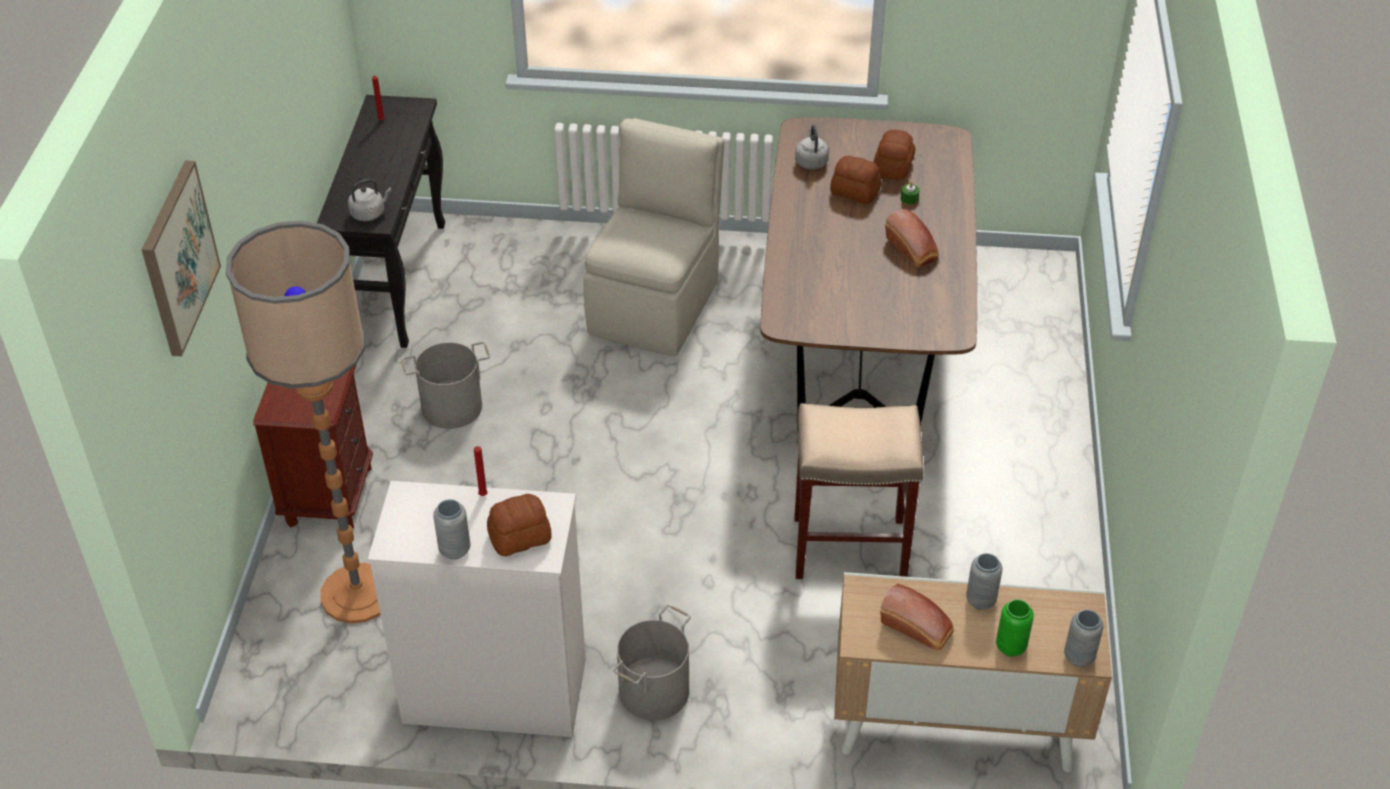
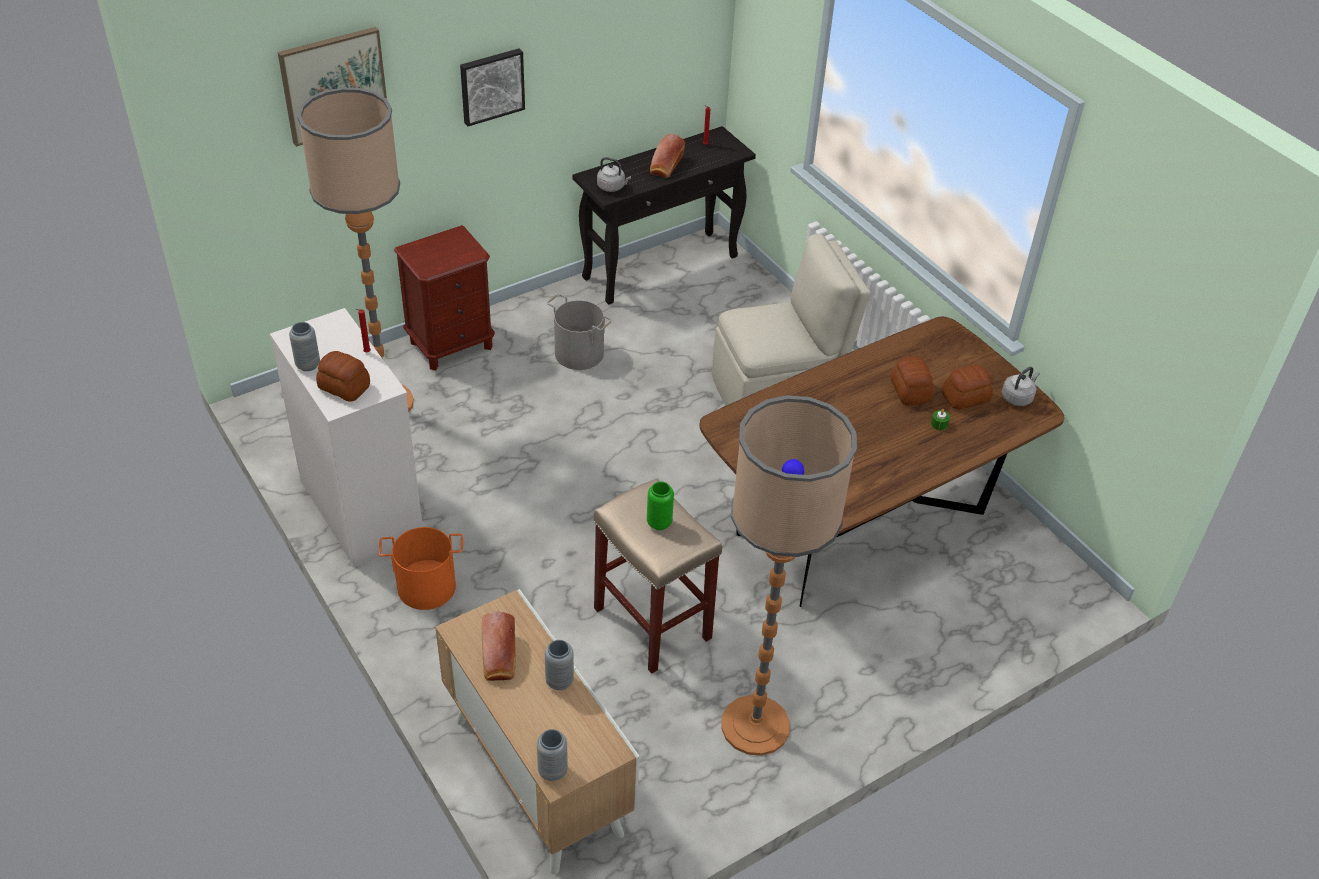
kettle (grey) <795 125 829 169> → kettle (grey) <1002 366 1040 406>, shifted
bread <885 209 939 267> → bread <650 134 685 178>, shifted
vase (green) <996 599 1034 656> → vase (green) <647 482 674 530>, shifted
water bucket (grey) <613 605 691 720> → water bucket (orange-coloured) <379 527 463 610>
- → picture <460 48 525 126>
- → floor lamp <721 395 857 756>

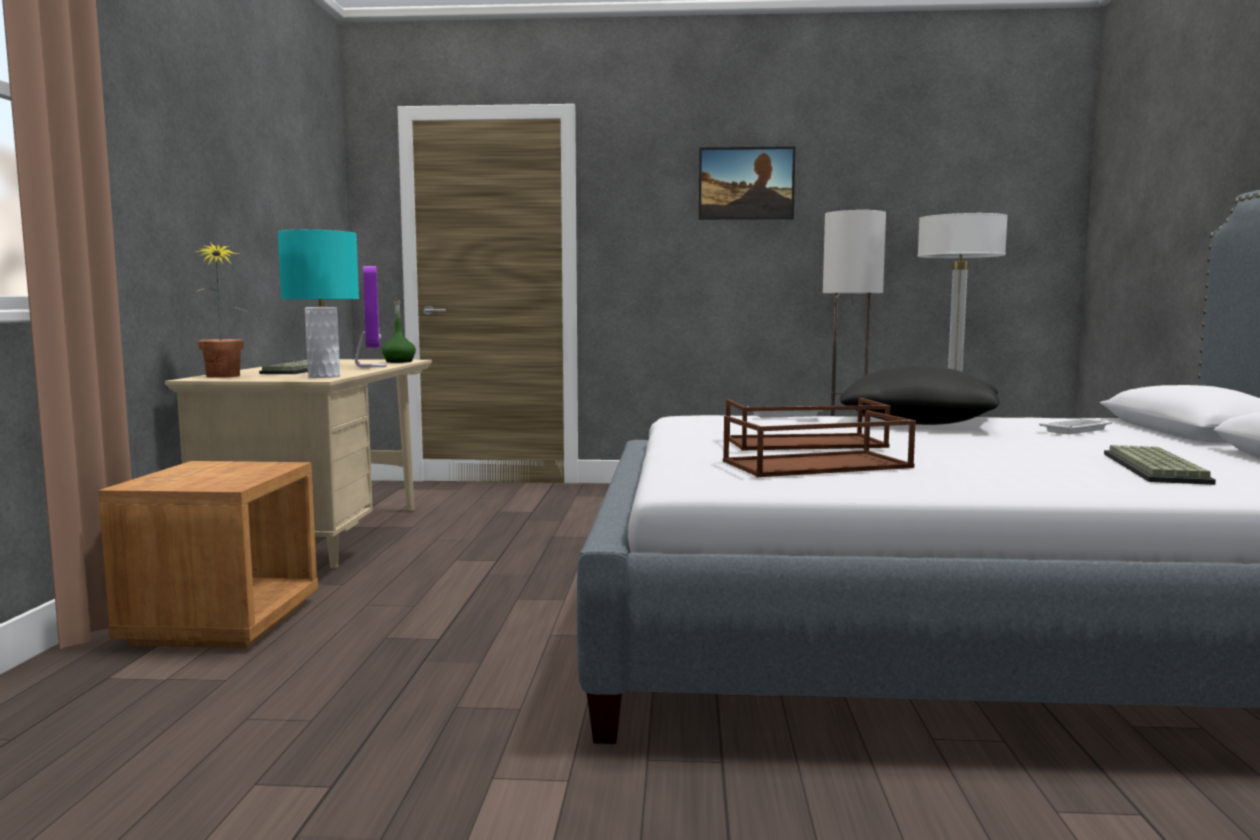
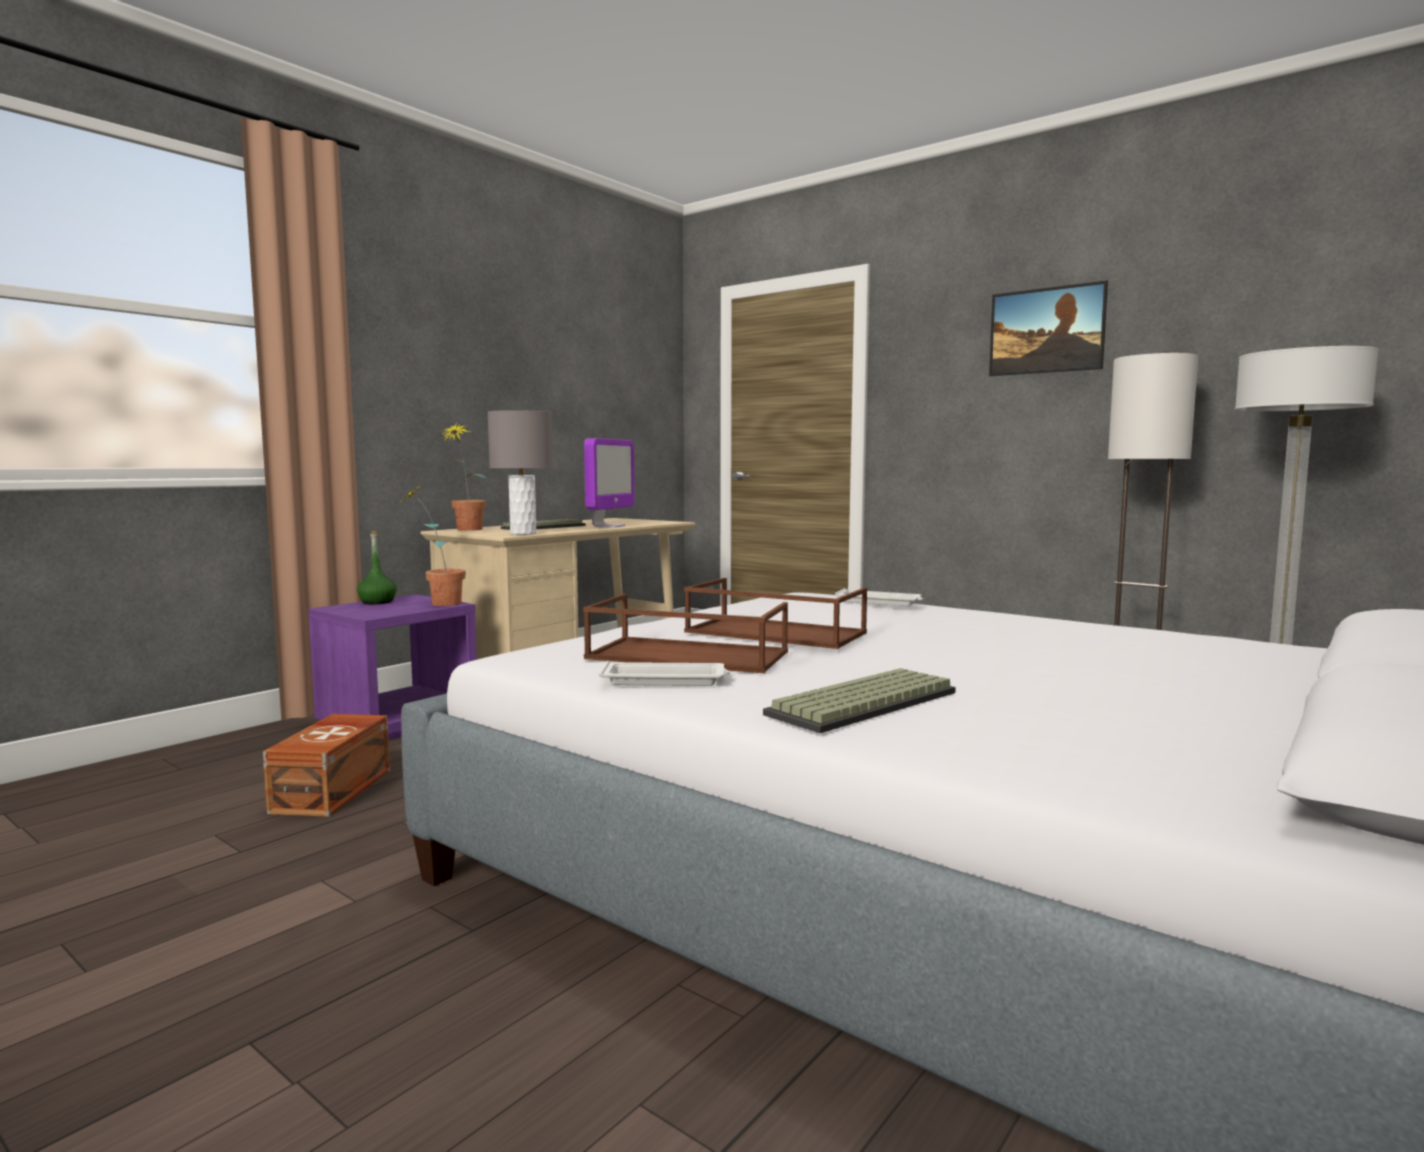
lamp for a table (turquoise) <278 230 359 378> → lamp for a table (grey) <488 410 553 535>
bottle (green) <382 299 416 363> → bottle (green) <357 531 397 604>, shifted
cushion (black) <840 365 999 425> → -
tray (white) <1039 419 1112 434> → tray (white) <599 661 730 686>, shifted
computer keyboard <1104 445 1216 485> → computer keyboard <763 668 956 733>, shifted
night table (brown-coloured) <99 461 318 648> → night table (purple-coloured) <308 594 477 740>
- → potted plant <401 486 465 606>
- → storage container (brown-coloured) <263 714 390 817>

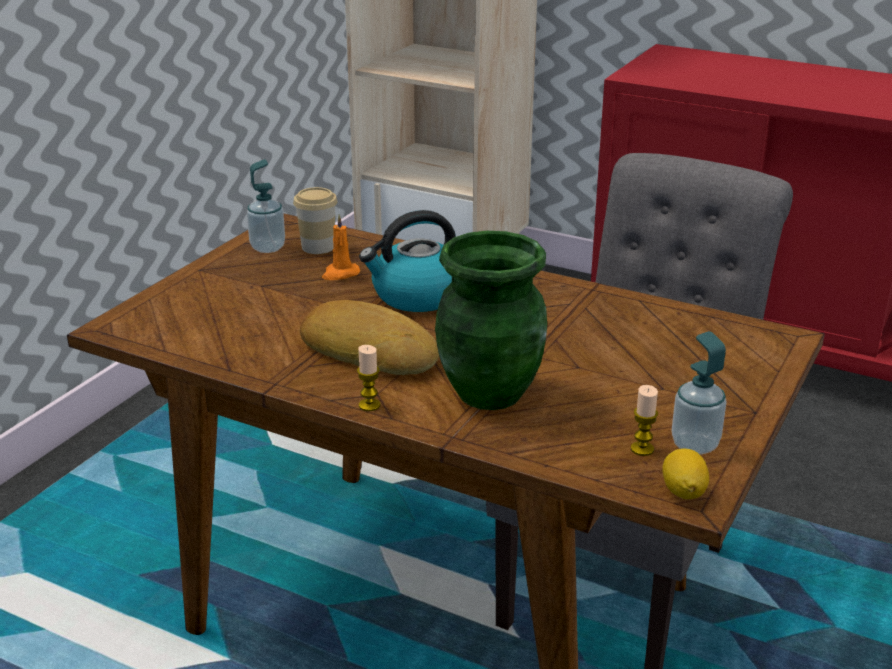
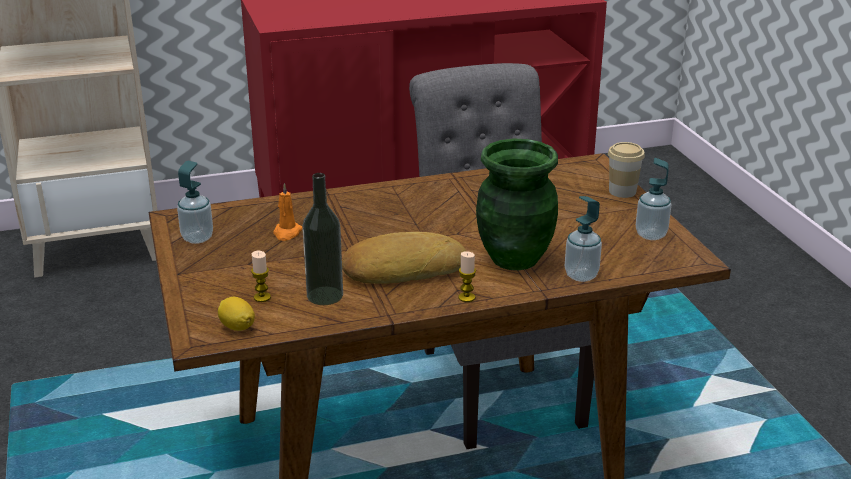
small cup <293 187 337 254> → small cup <608 142 645 198>, shifted
kettle <359 210 456 312> → -
candle <631 385 658 456> → candle <251 251 271 302>, shifted
lemon <662 448 709 499> → lemon <218 297 255 331>, shifted
- → bottle <302 173 343 305>
- → soap dispenser <565 196 602 282>

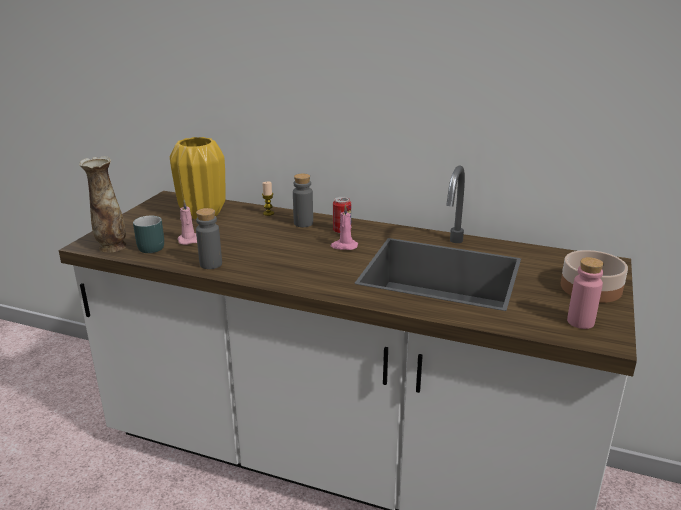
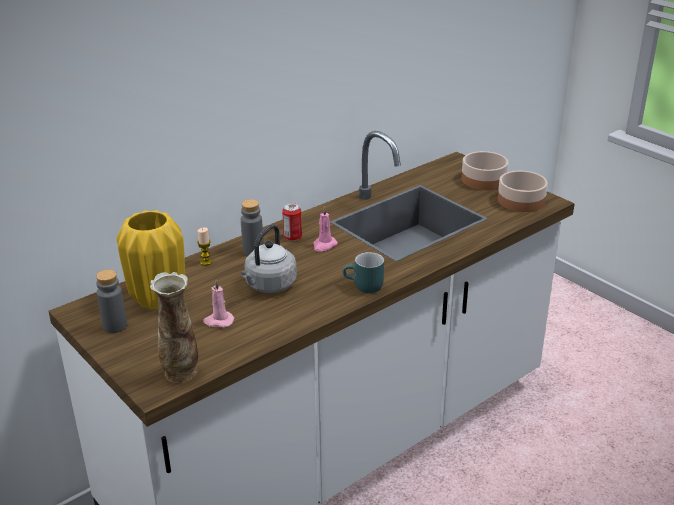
bottle (grey) <196 208 222 269> → bottle (grey) <96 270 127 333>, shifted
tea mug (turquoise) <133 216 164 253> → tea mug (turquoise) <343 252 384 293>, shifted
bottle (pink) <567 257 604 329> → deep dish <498 171 548 212>
- → kettle (grey) <241 224 297 293>

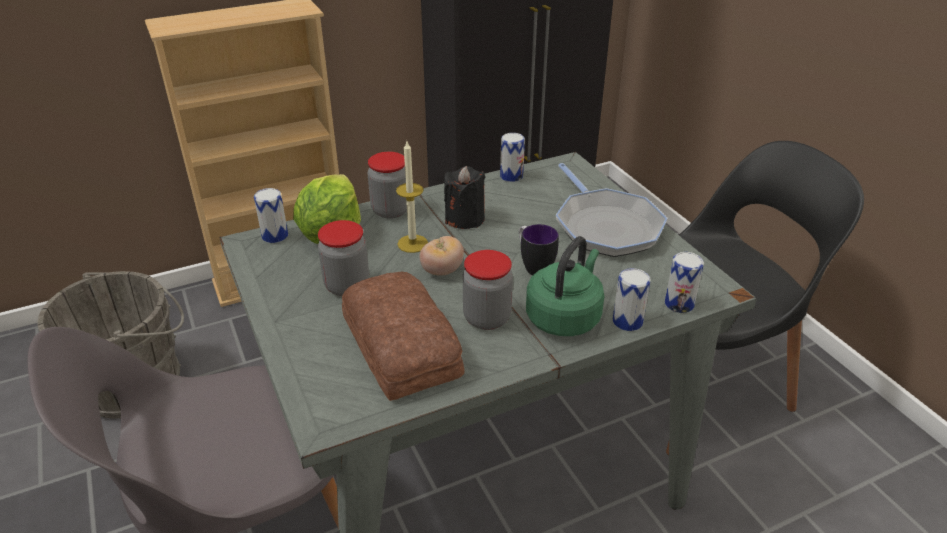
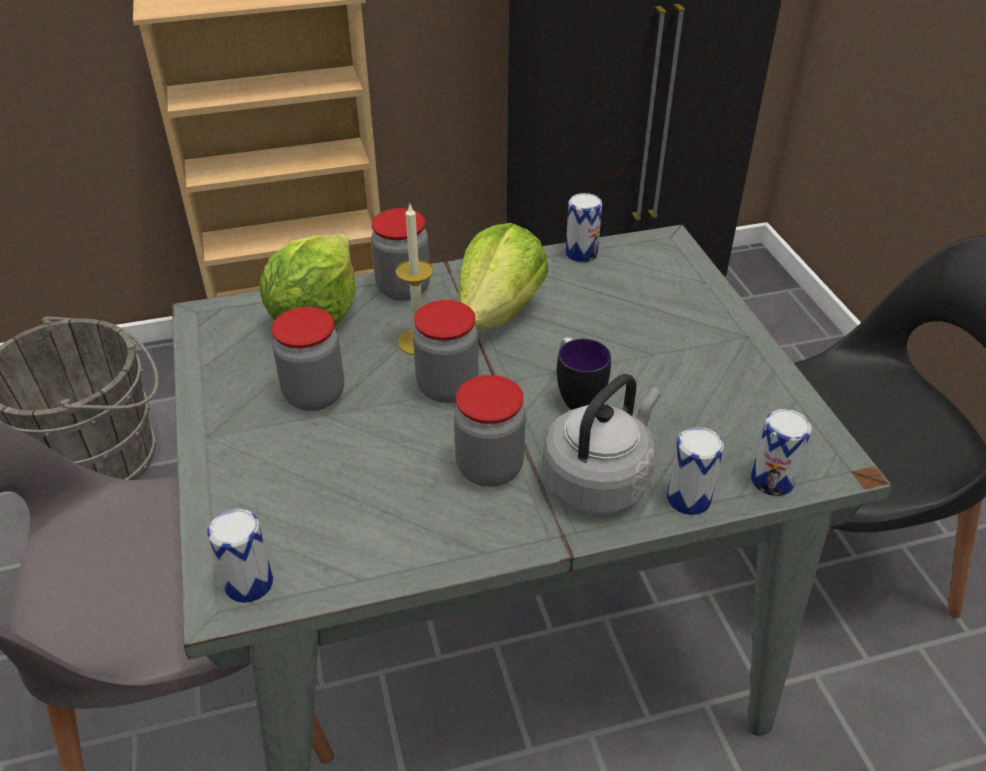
frying pan <556 163 668 257> → -
candle (black) <444 166 485 229> → lettuce head <458 223 549 331>
metal can <254 188 288 243> → metal can <207 508 273 603>, shifted
whole tomato <419 236 464 275> → storage jar <413 300 478 403>
kettle (green) <526 236 604 336> → kettle (grey) <542 374 661 514>
bread <342 272 464 401> → -

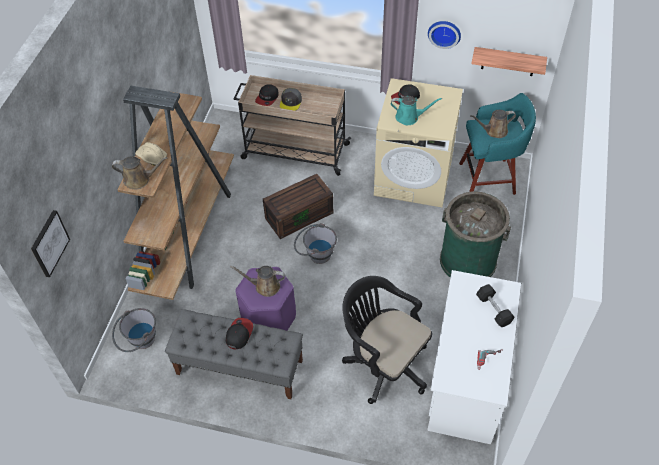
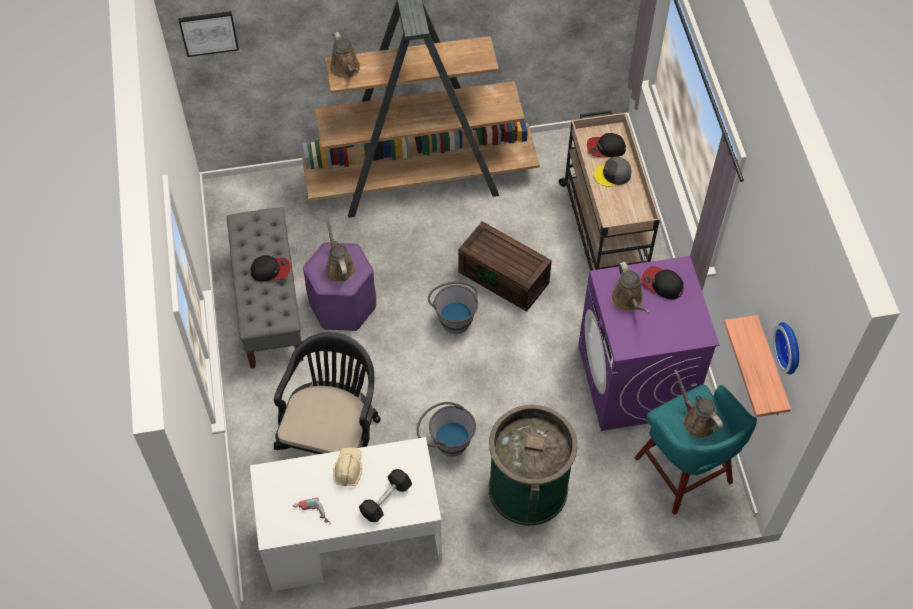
wall clock <428 21 461 49> → wall clock <773 322 799 375>, shifted
laundry machine (sand-coloured) <374 78 463 207> → laundry machine (purple-coloured) <578 256 719 431>
watering pot (turquoise) <391 96 442 125> → watering pot (brown-coloured) <611 262 649 314>
work helmet (sand-coloured) <135 142 167 166> → work helmet (sand-coloured) <333 447 362 486>, shifted
water bucket (grey) <112 308 156 352> → water bucket (grey) <417 402 476 457>, shifted

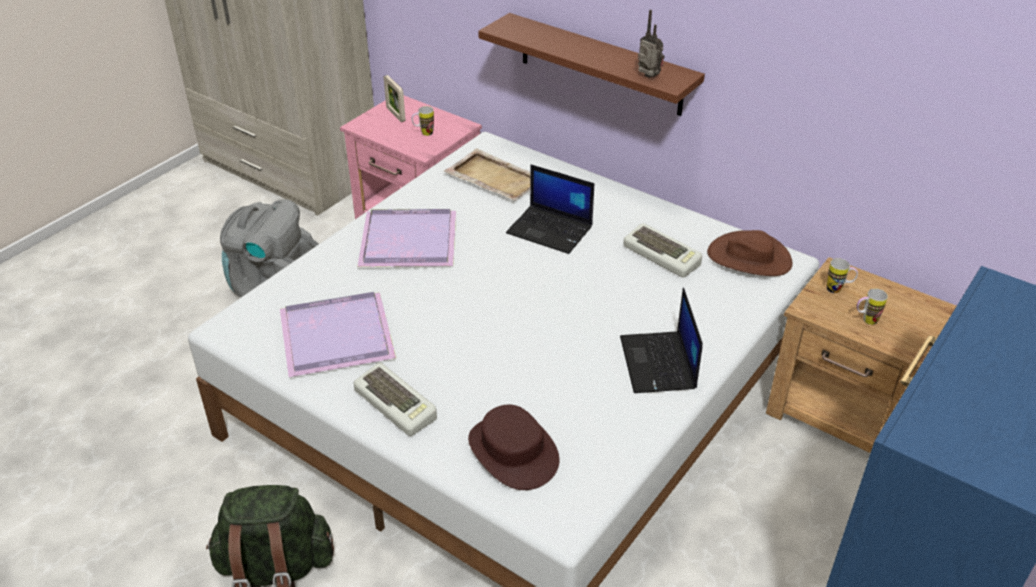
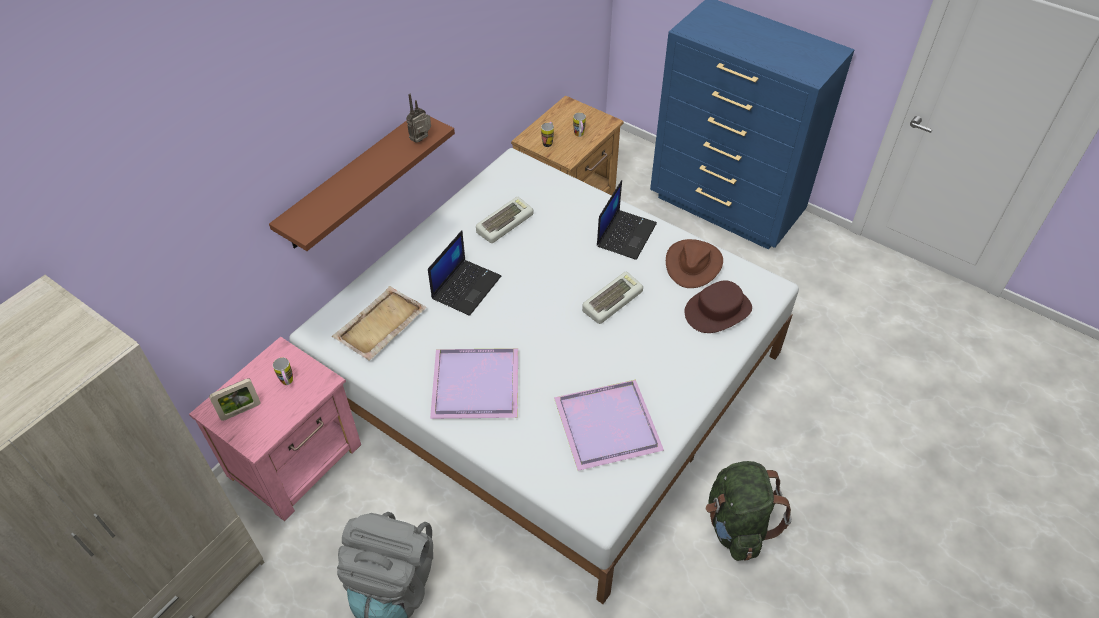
hat (brown-coloured) <707 230 793 276> → hat (brown-coloured) <666 239 723 288>, shifted
notebook computer <620 288 703 393> → notebook computer <597 180 657 260>, 60 degrees counterclockwise
computer keyboard <354 363 437 436> → computer keyboard <582 272 643 324>, shifted

